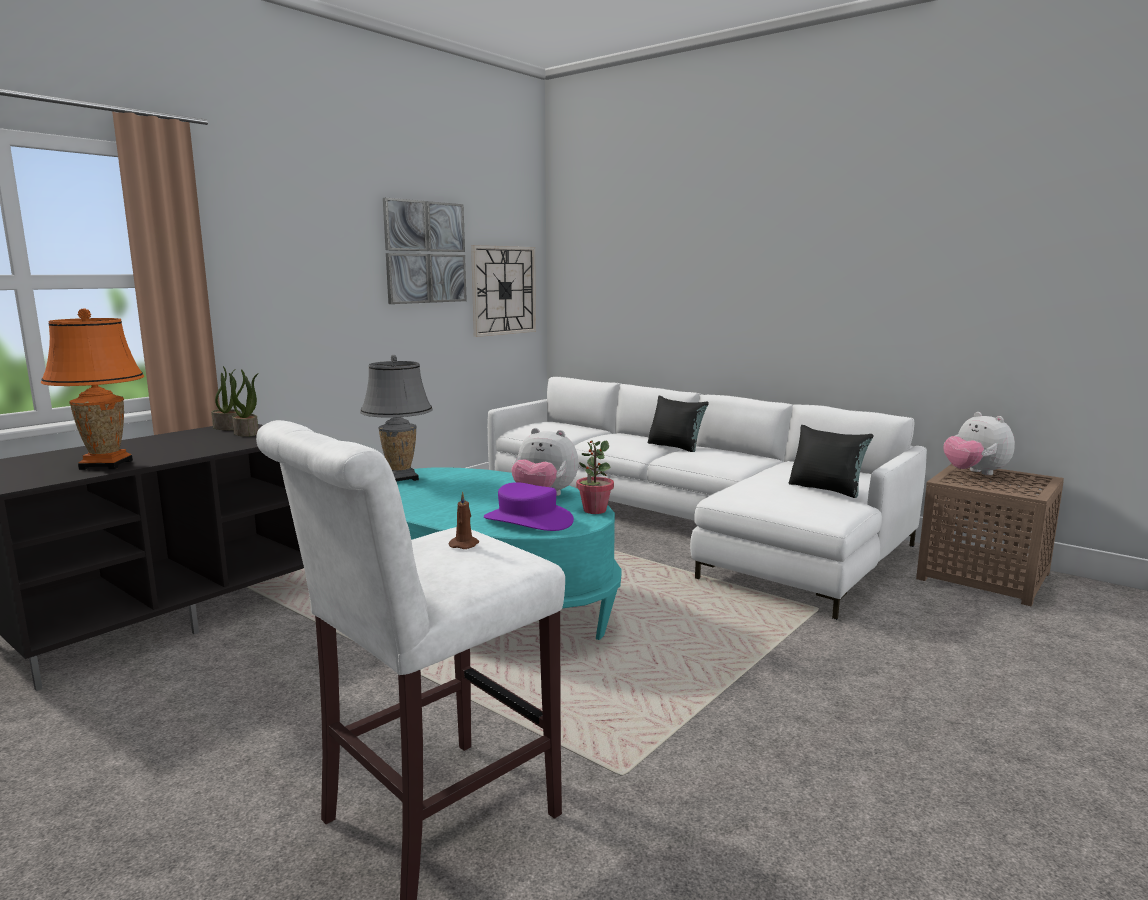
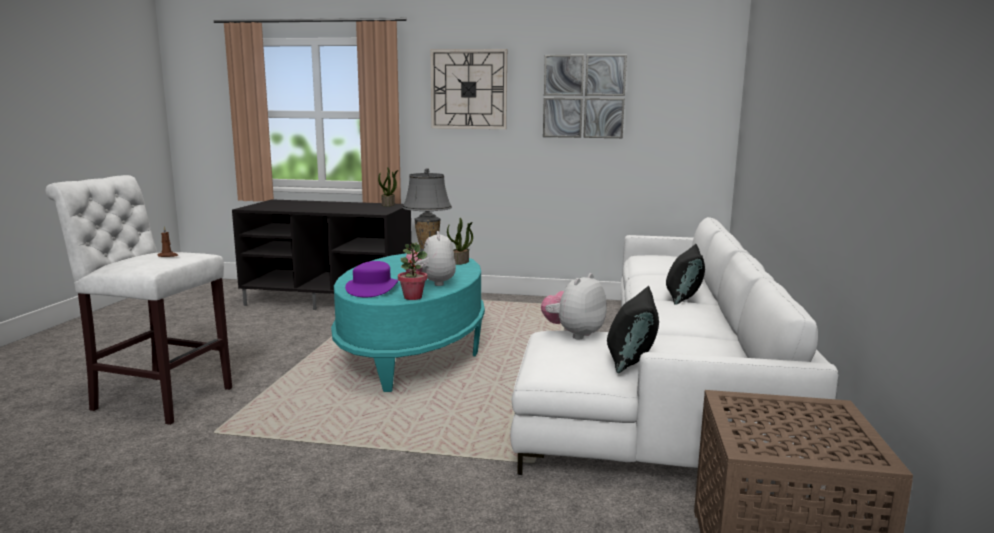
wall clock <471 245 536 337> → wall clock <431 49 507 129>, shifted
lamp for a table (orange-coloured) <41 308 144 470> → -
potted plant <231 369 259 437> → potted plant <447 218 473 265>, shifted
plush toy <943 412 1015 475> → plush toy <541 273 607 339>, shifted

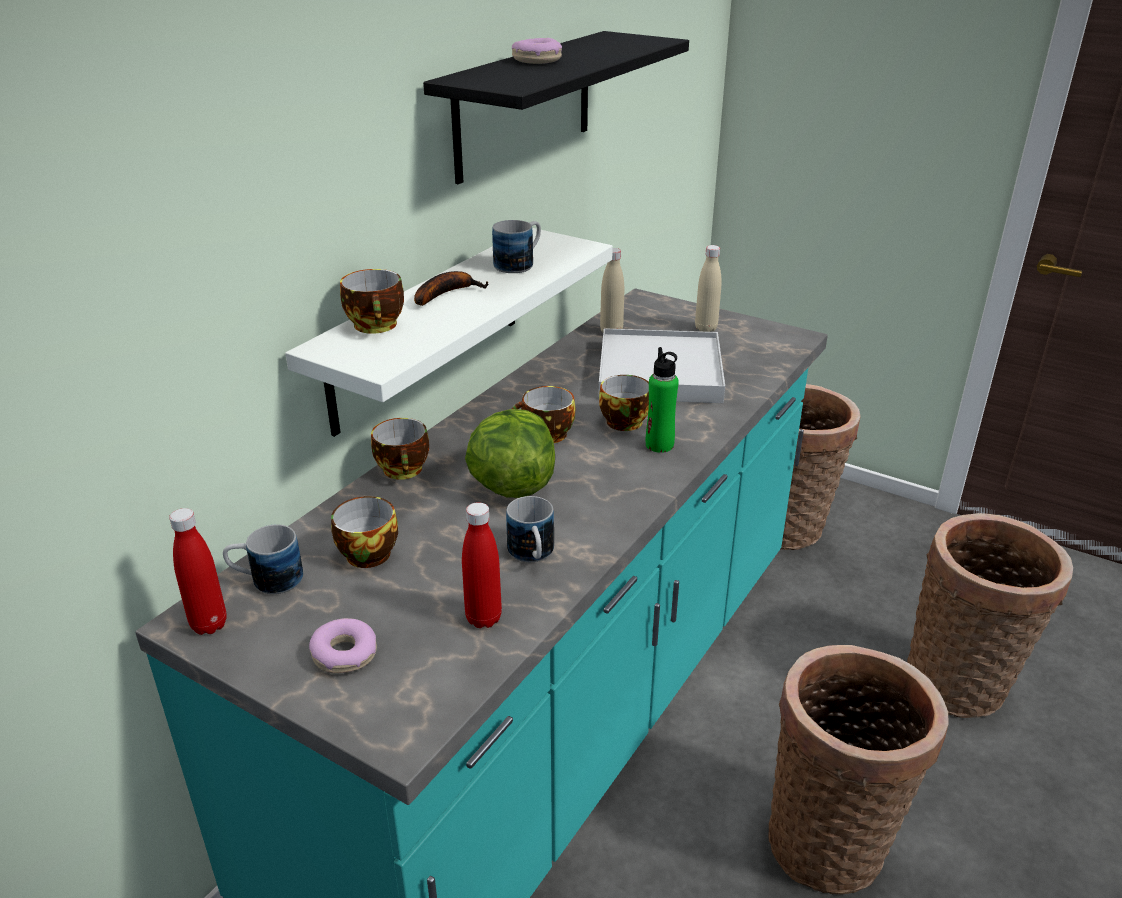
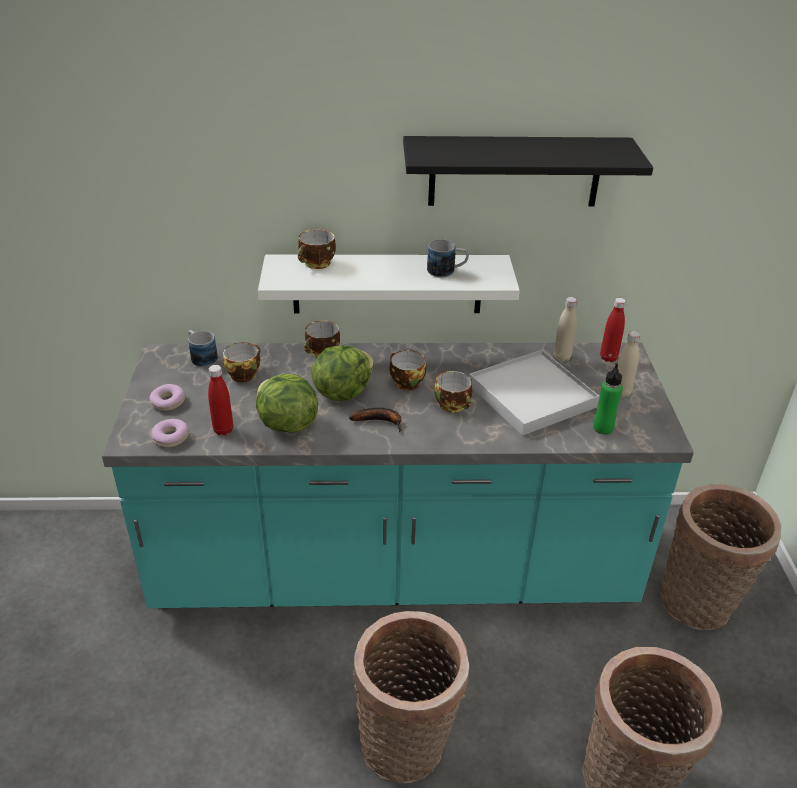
donut <512 38 562 64> → donut <151 419 189 447>, shifted
banana <414 271 489 306> → banana <349 408 402 432>, shifted
bottle (green) <646 347 679 453> → bottle (green) <593 363 623 435>, shifted
tea mug <506 496 554 562> → lettuce head <256 373 318 432>
bottle (red) <169 508 227 635> → bottle (red) <600 298 626 362>, shifted

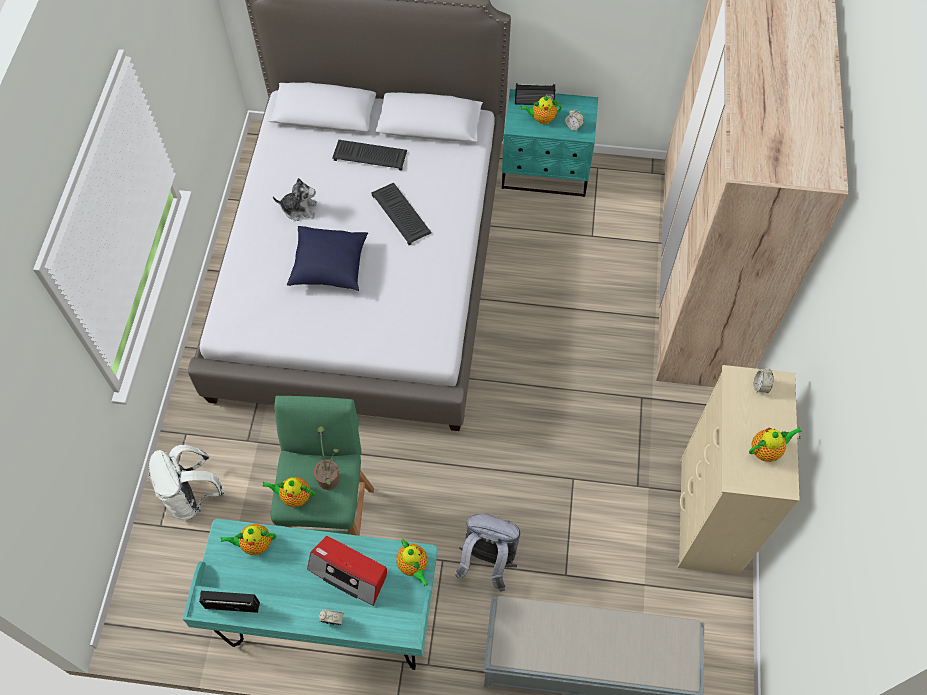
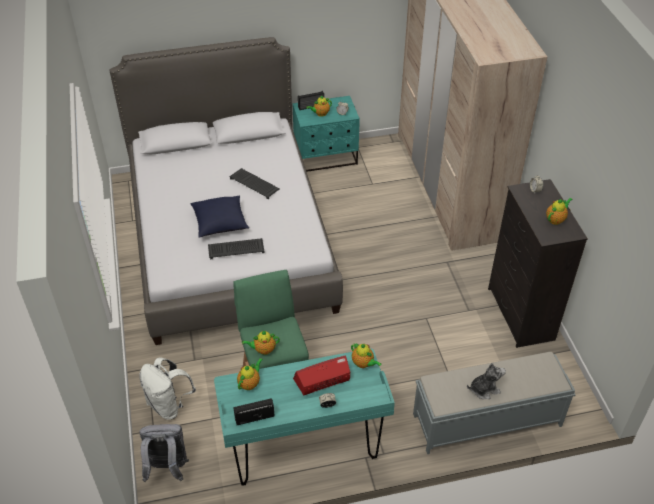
computer keyboard <332 140 407 171> → computer keyboard <208 238 265 260>, shifted
plush toy <273 178 317 221> → plush toy <467 363 506 399>, shifted
chest of drawers (sand-coloured) <678 365 801 575> → chest of drawers (black) <488 179 588 348>
potted plant <313 426 340 490> → -
backpack (grey) <455 513 520 592> → backpack (grey) <139 424 189 482>, shifted
teapot <221 524 276 555> → teapot <237 358 263 390>, 150 degrees clockwise
radio <307 536 387 606> → radio <293 355 350 395>, 150 degrees clockwise

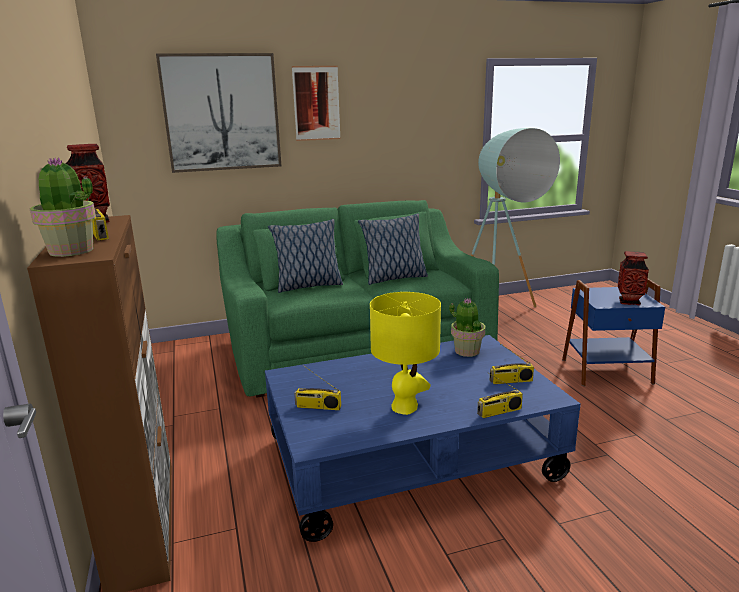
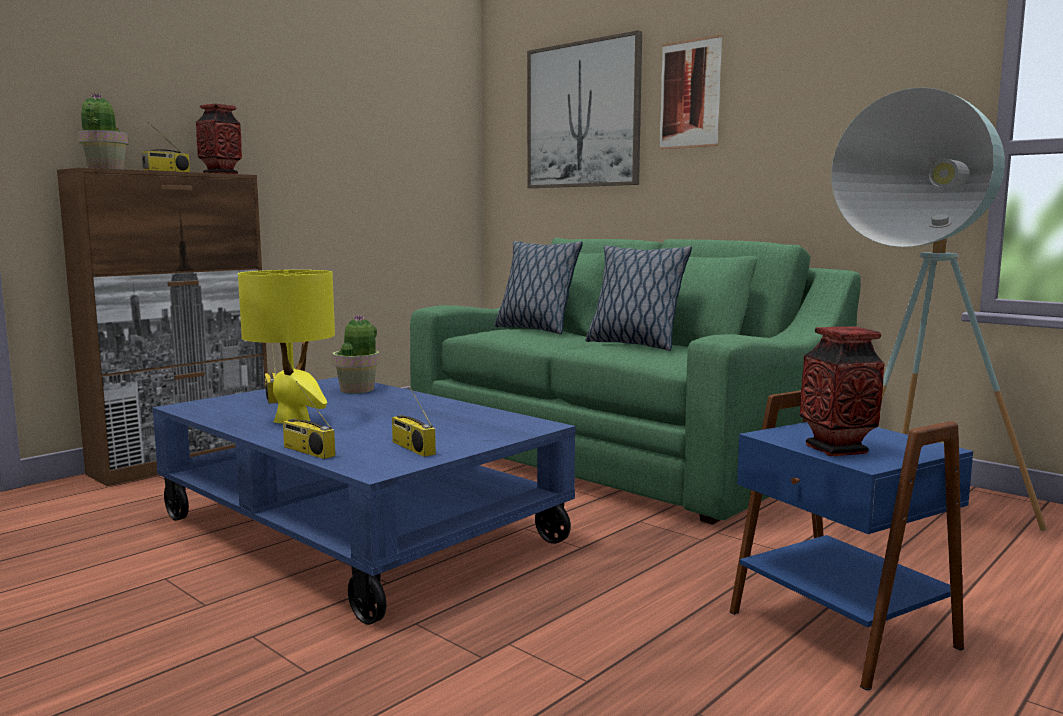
potted plant <449 298 485 357> → potted plant <332 314 379 393>, shifted

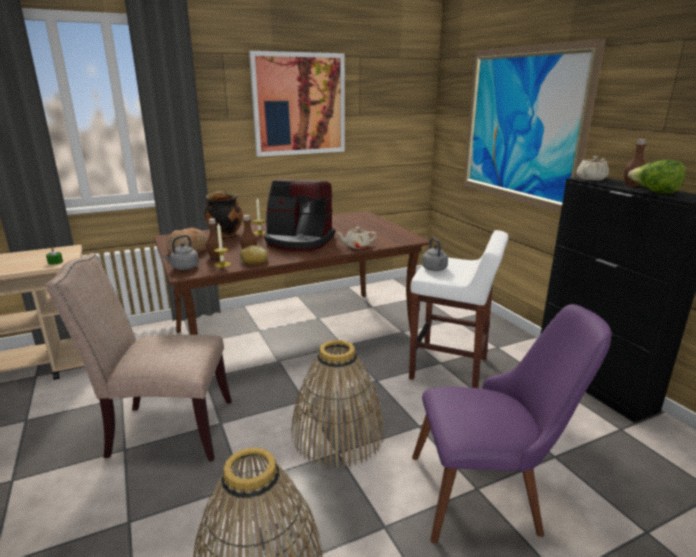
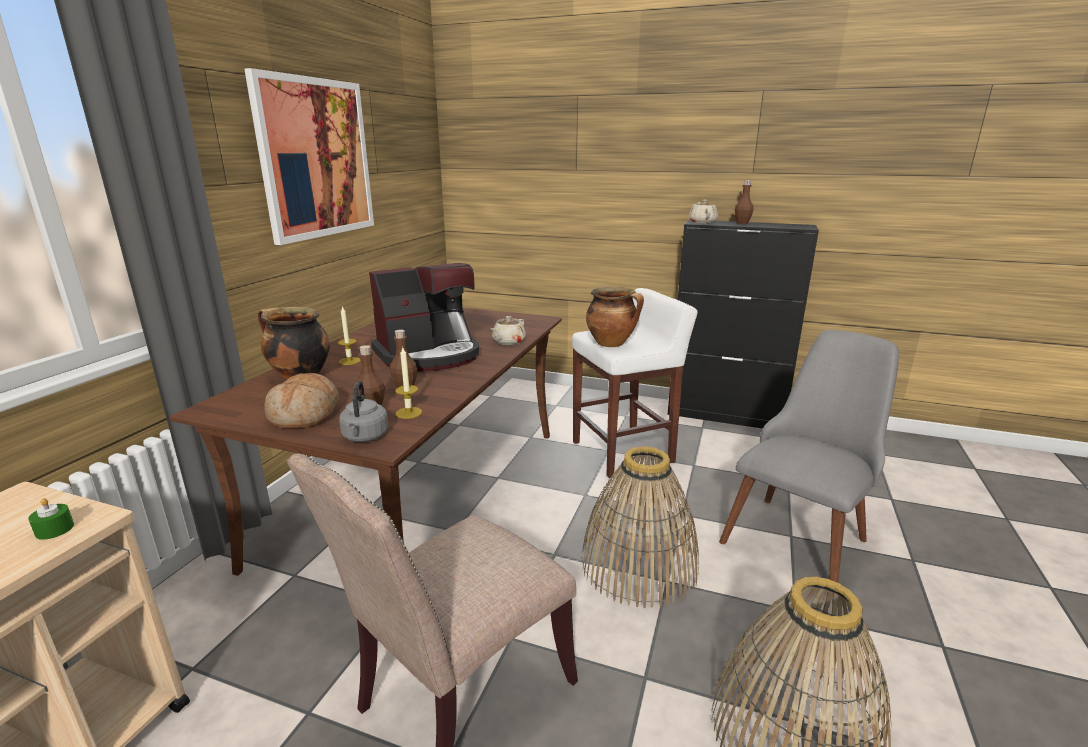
picture <464 38 606 213> → -
lettuce head <628 159 686 194> → -
kettle (grey) <422 238 448 271> → saucepot <586 287 644 347>
bread <240 245 268 265> → -
plain chair (purple-coloured) <412 304 611 543> → plain chair (grey) <719 330 899 596>

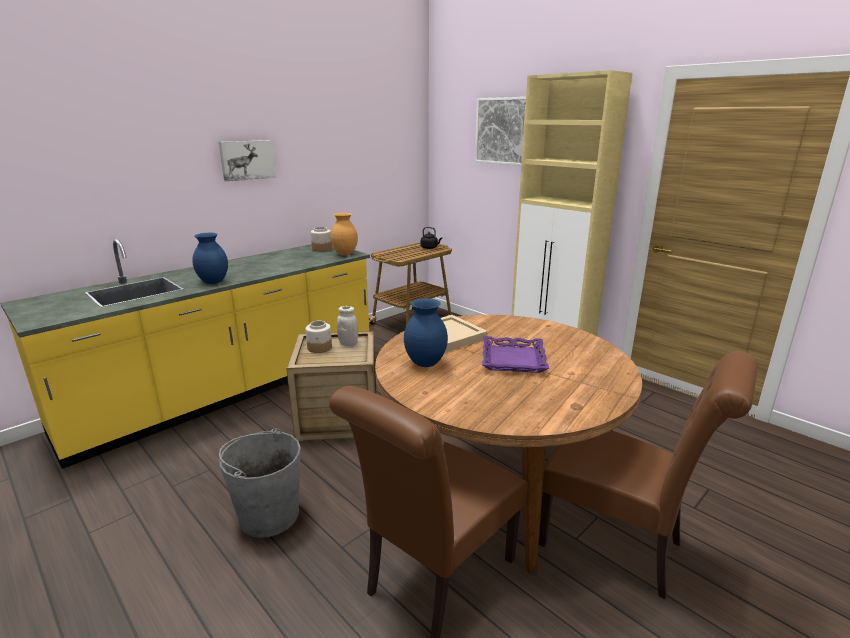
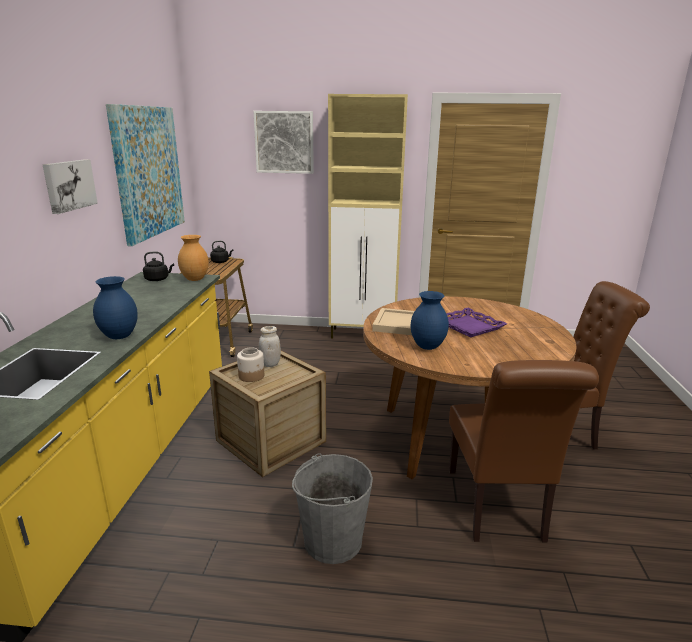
storage jar <311 227 332 252> → kettle (black) <143 252 174 281>
- → picture <106 104 185 246>

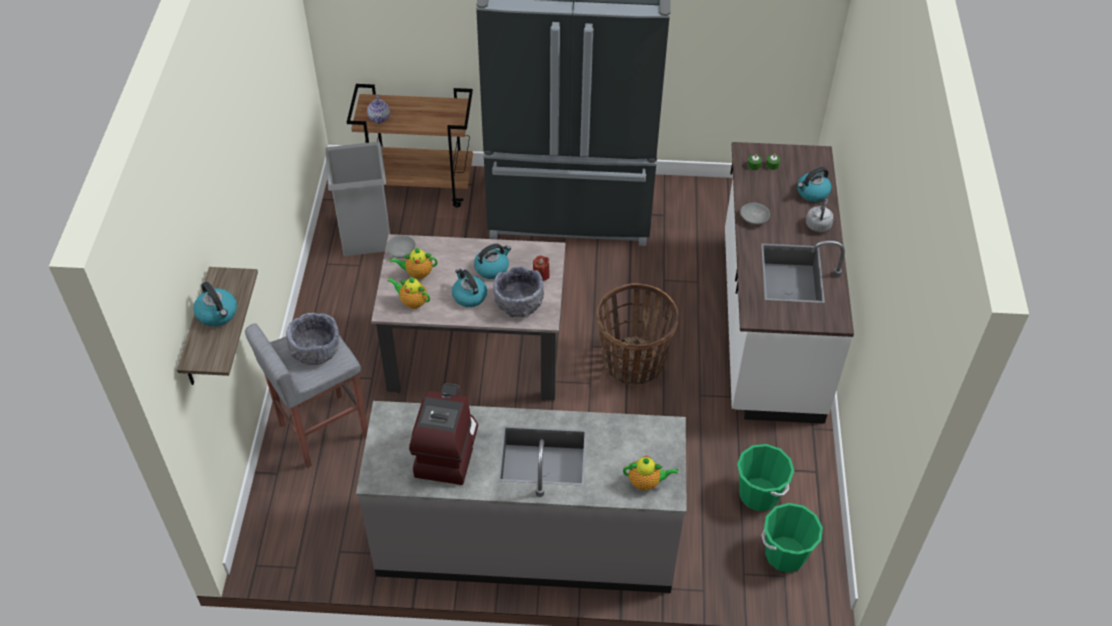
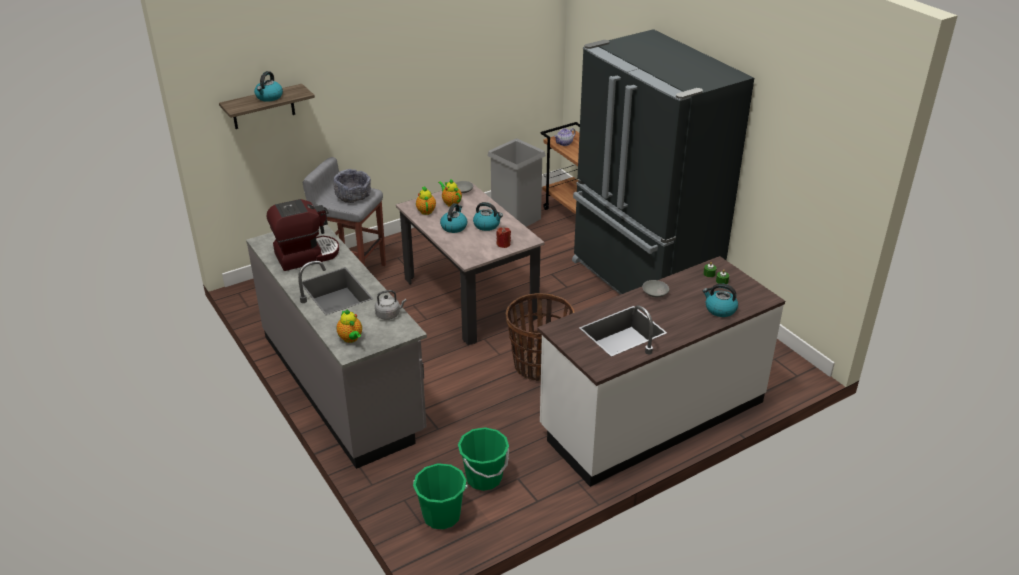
kettle (grey) <806 198 834 232> → kettle (grey) <375 290 407 320>, shifted
deep dish (grey) <493 266 544 317> → -

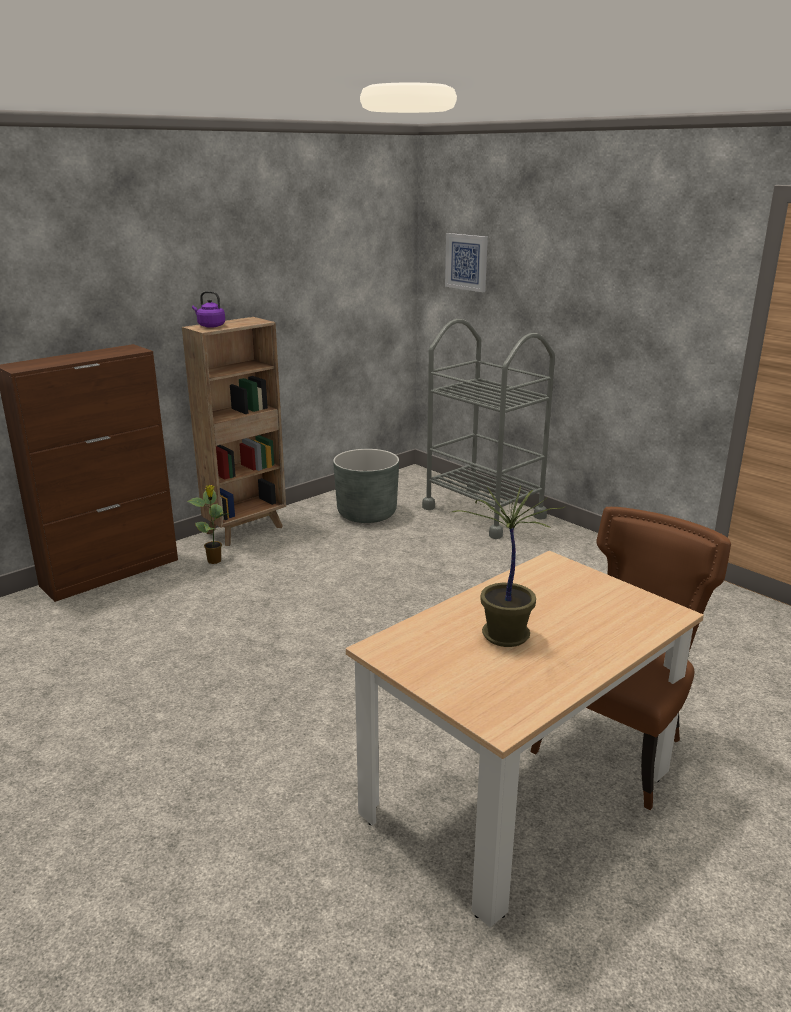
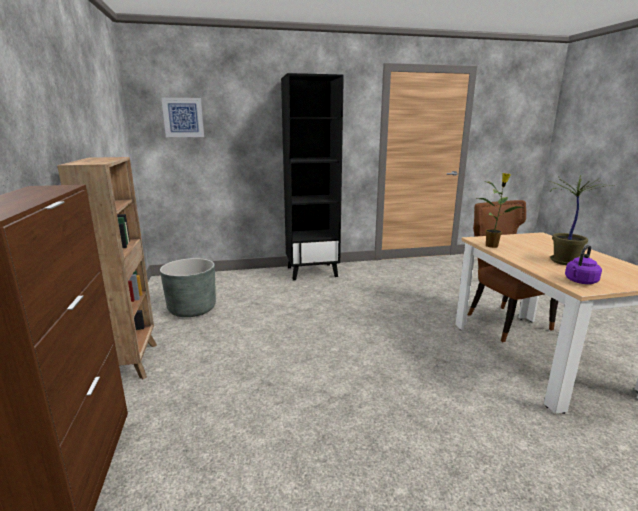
kettle (purple-coloured) <192 291 225 328> → kettle (purple-coloured) <565 245 602 284>, shifted
wheeled cart (grey) <422 319 555 539> → -
potted plant <187 485 231 564> → potted plant <478 173 523 248>, shifted
- → bookcase (black) <281 73 344 280>

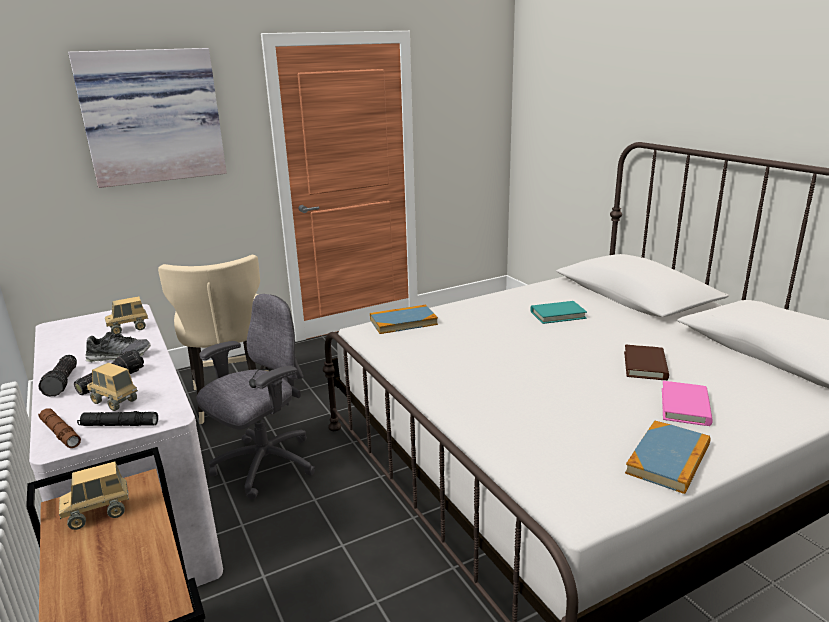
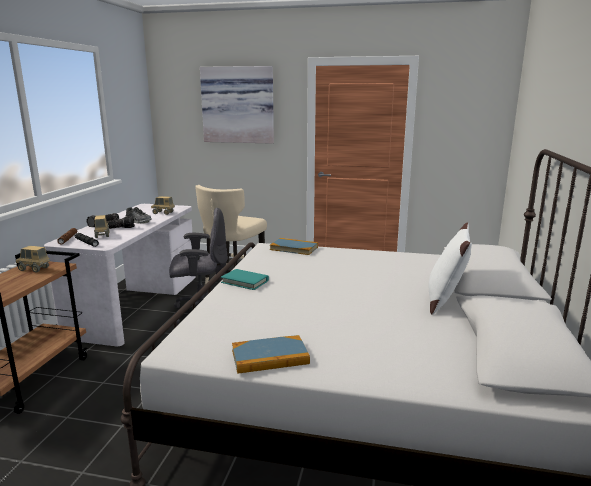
volume (turquoise) <530 301 587 324> → volume (turquoise) <221 269 269 290>, shifted
volume (brown-coloured) <624 345 669 380> → -
volume (pink) <662 381 713 426> → -
- → cushion (white) <429 223 472 314>

